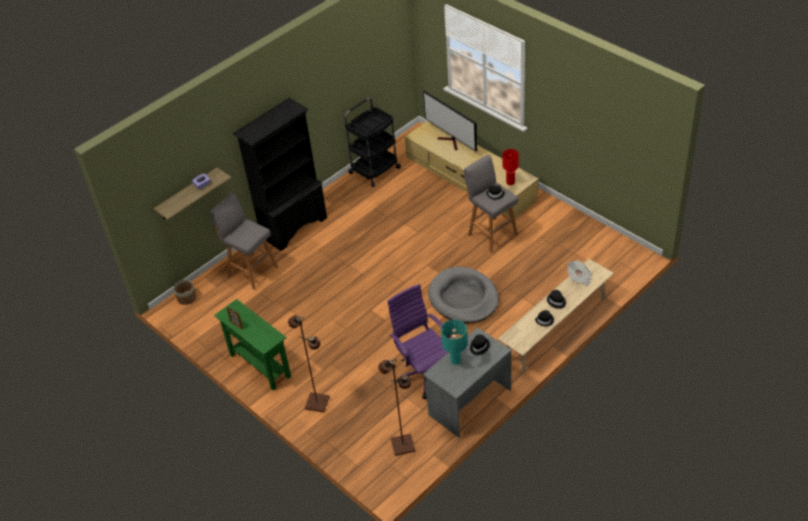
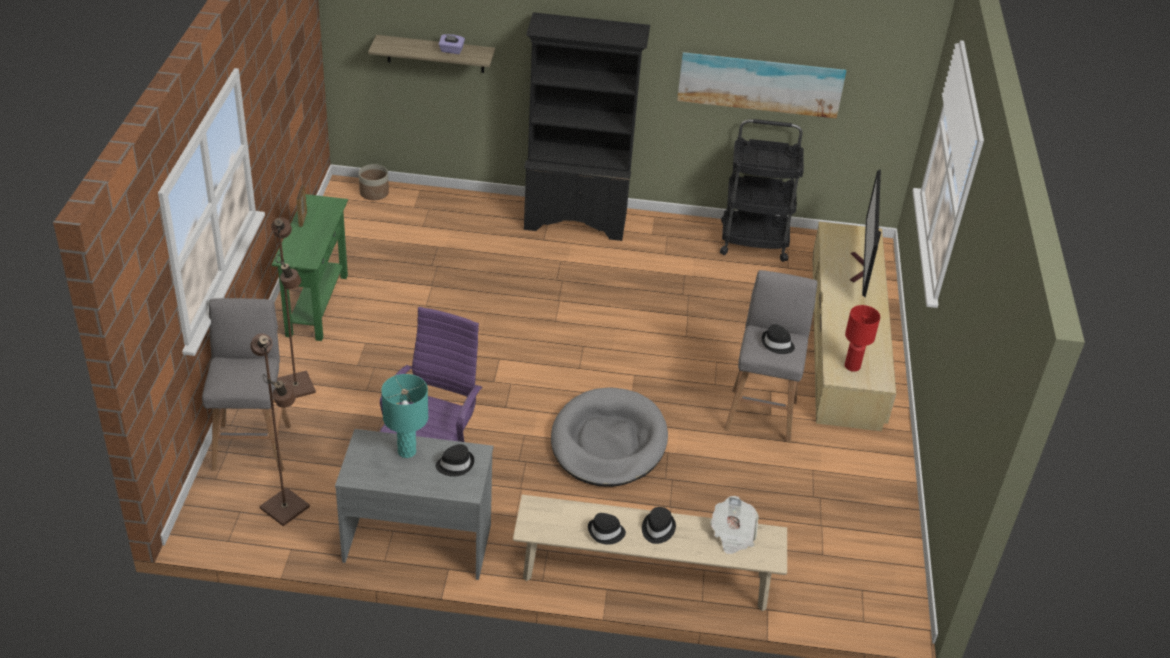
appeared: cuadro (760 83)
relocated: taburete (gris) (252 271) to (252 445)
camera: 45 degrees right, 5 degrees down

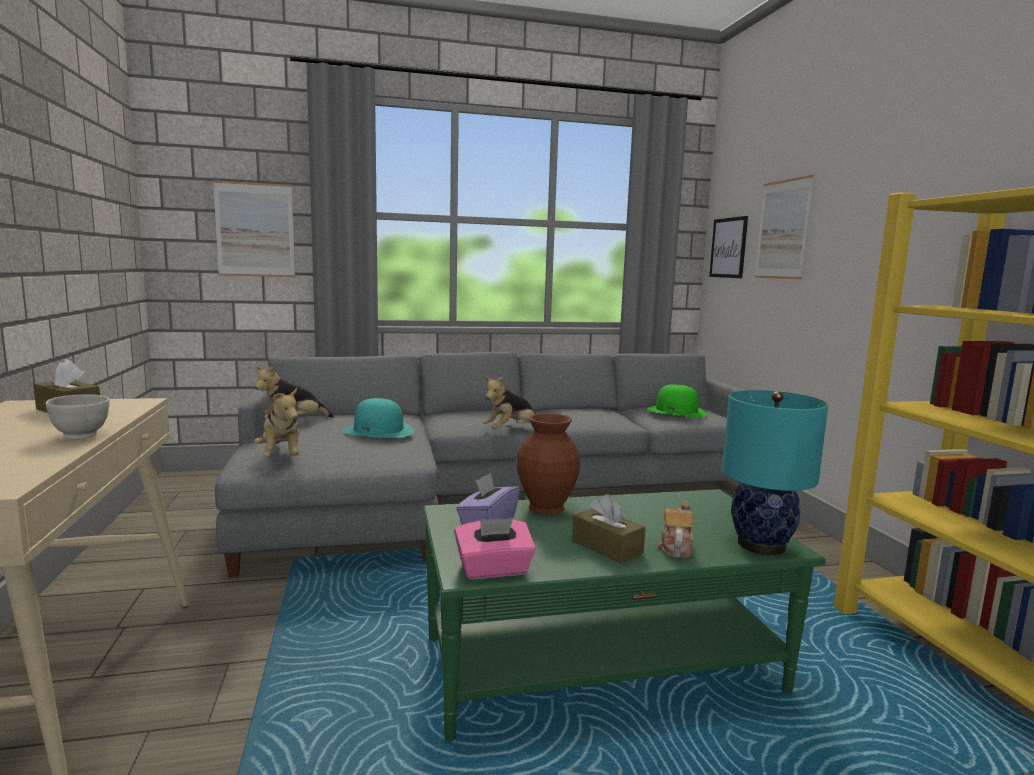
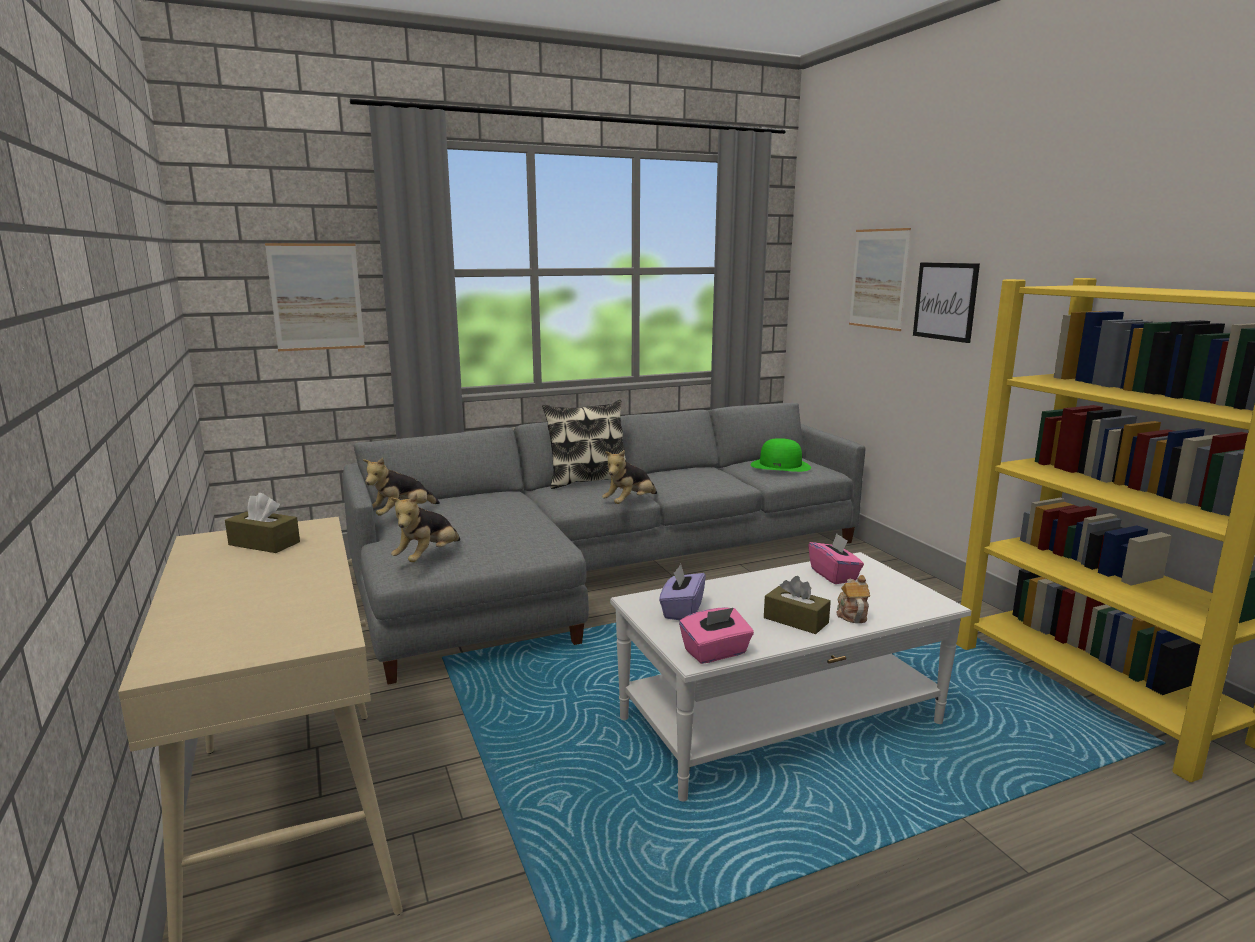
missing: cuenco (blanco) (82 436); sombrero (turquesa) (379 431); florero (marrón) (545 508); lámpara de mesa (turquesa) (760 545)
appeared: cojín (587 481); caja de pañuelos (rosa) (834 575)
relocated: cuadro (728 248) to (945 301)
colour: mesa de centro (verde) (602 665) to mesa de centro (blanco) (782 721)
spun: peluche (281 456) = (428 558) 60 degrees clockwise
camera: 10 degrees left, 5 degrees up

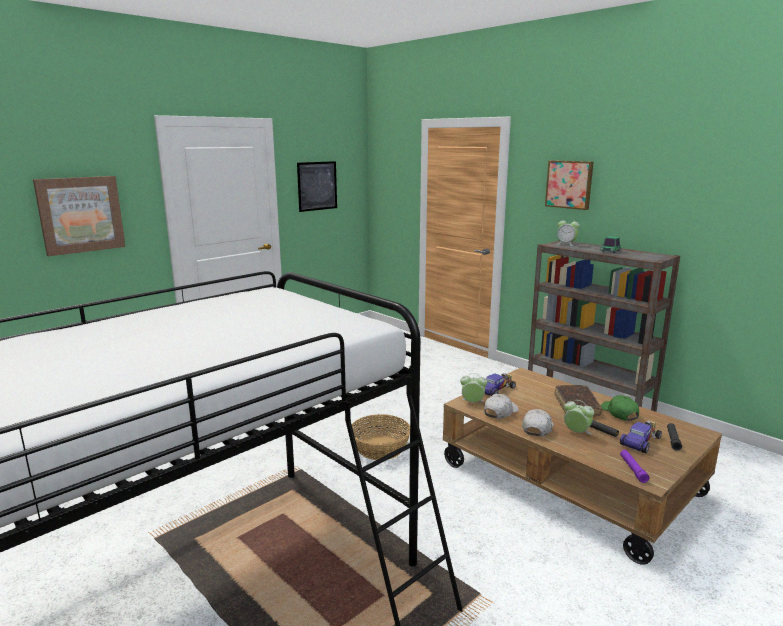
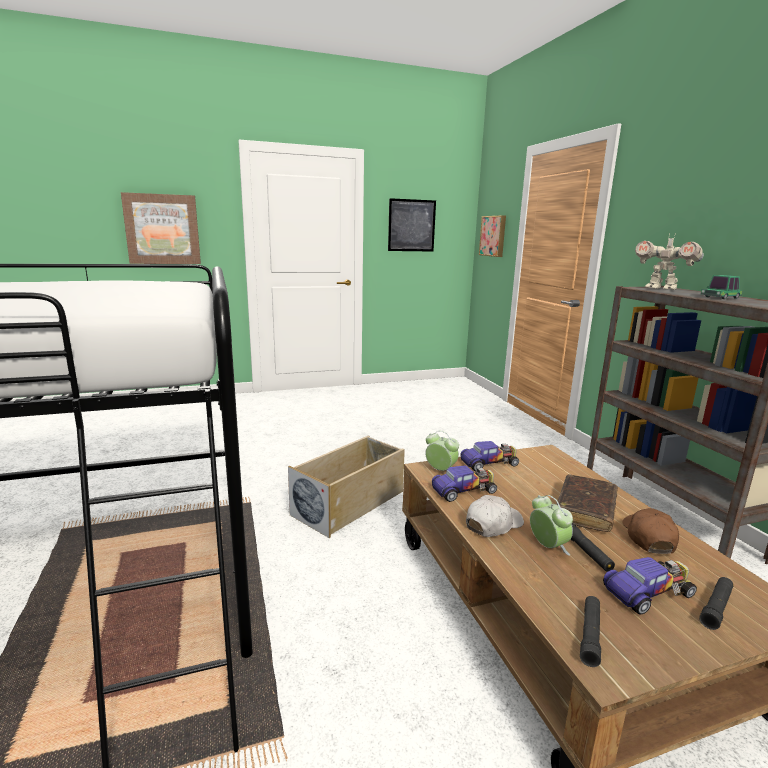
relocated: cuadro (569 184) to (493 236)
exchanged: cesta (380 448) to caja de almacenaje (beis) (350 503); gorra (blanco) (500 412) to coche de juguete (464 490); despertador (566 244) to robot de juguete (661 289)
colour: linterna (morado) (633 469) to linterna (negro) (590 635); gorra (verde) (619 413) to gorra (marrón) (648 537)
camera: 25 degrees right, 0 degrees up

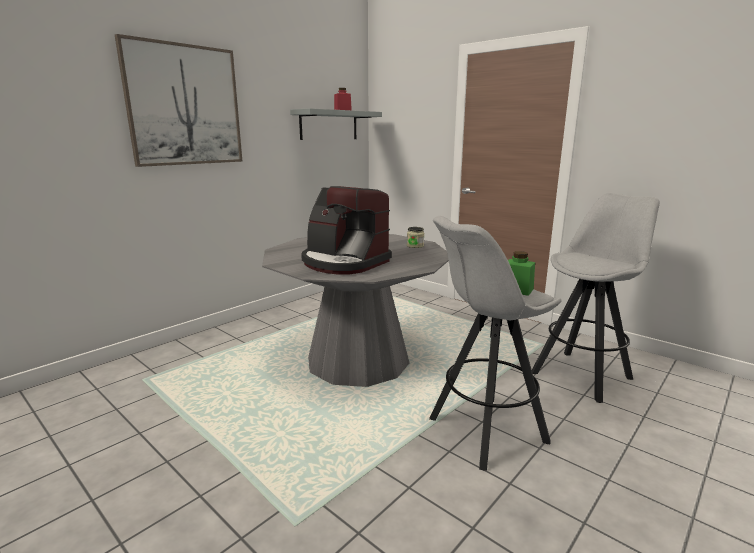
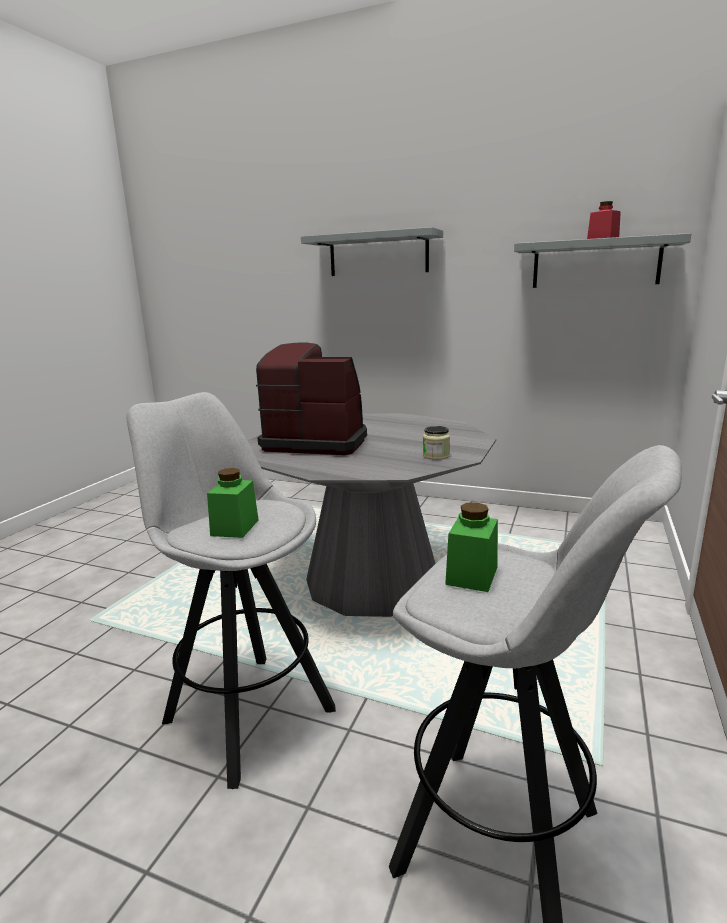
appeared: tarro (verde) (472 575)
exchanged: cuadro (185 105) to estante (gris) (378 254)
spun: cafetera (344 262) = (316 442) 90 degrees clockwise
camera: 70 degrees right, 0 degrees up

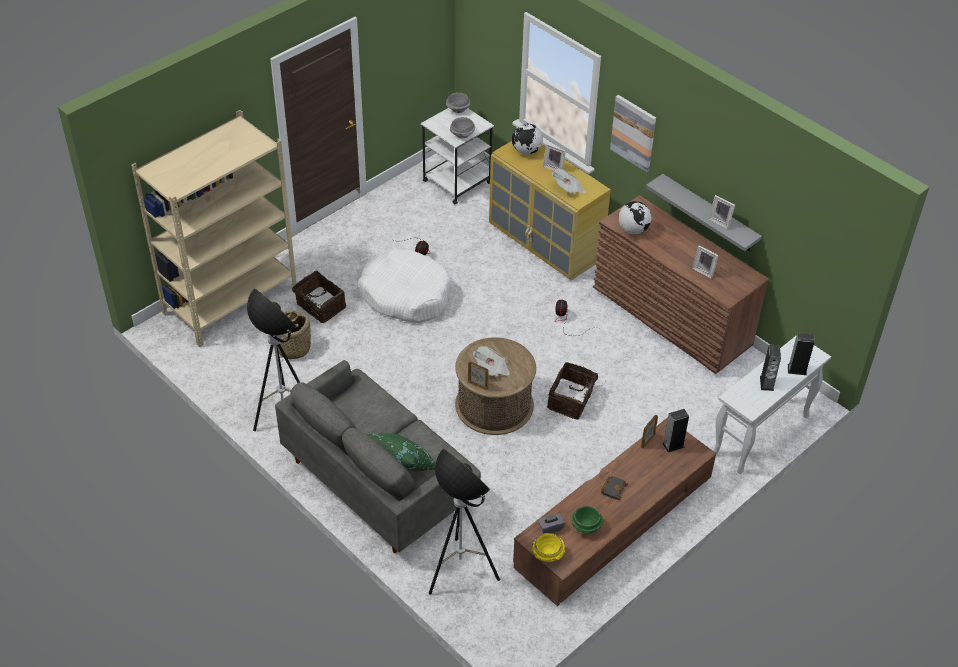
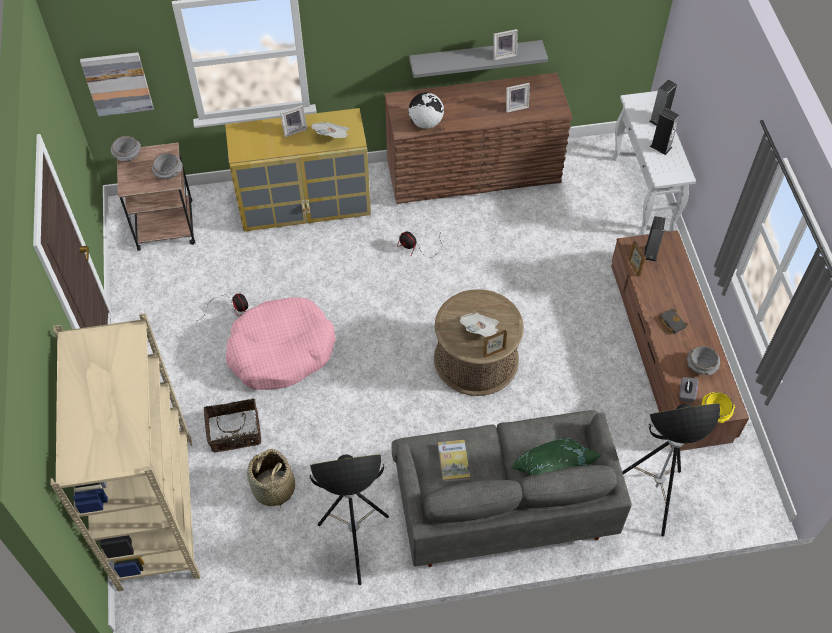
missing: globo terráqueo (526 151); cesta (571 400)
appeared: libro (453 462)
relocated: cuadro (633 132) to (117 83)
colour: carrito (blanco) (457 183) to carrito (marrón) (166 225); cama para perro (blanco) (405 295) to cama para perro (rosa) (281 351); cuenco (verde) (586 526) to cuenco (gris) (701 367)
camera: 55 degrees left, 10 degrees up

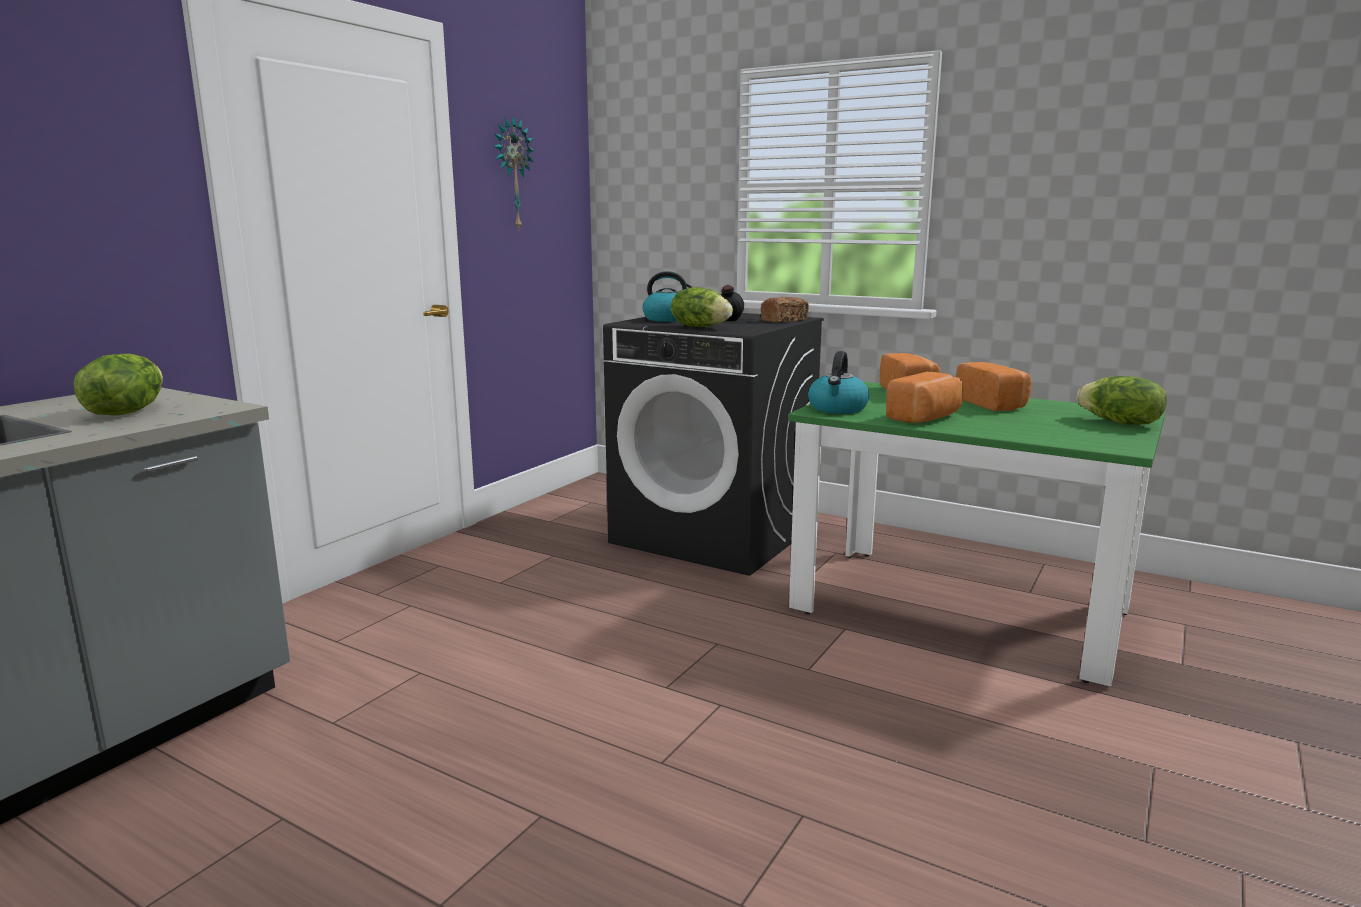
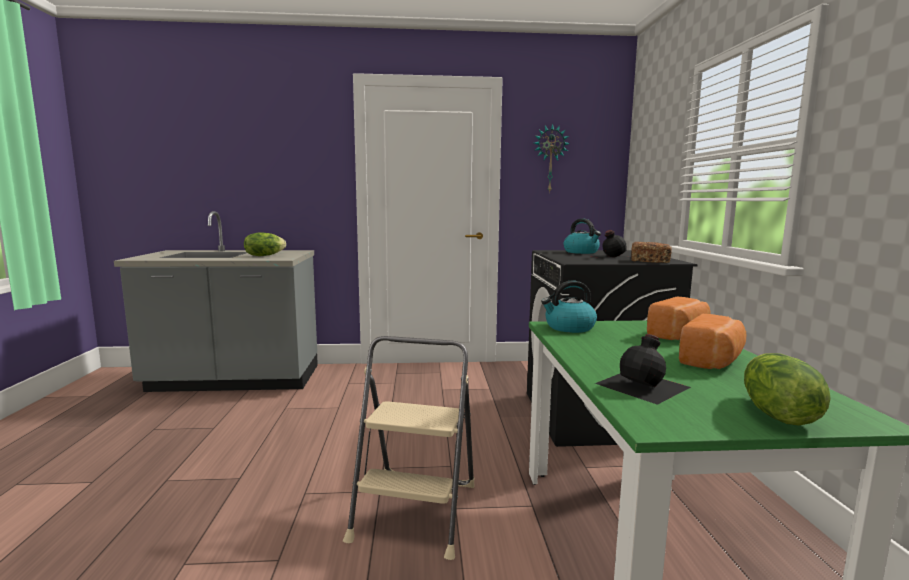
missing: lechuga (700 327); pan (926 418)
appeared: escalera de tijera (beis) (417 508); botella (negro) (644 385)
camera: 55 degrees right, 5 degrees down

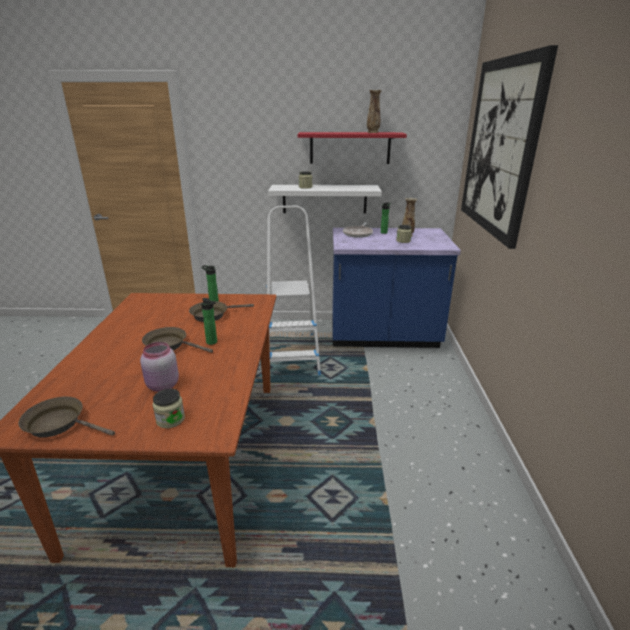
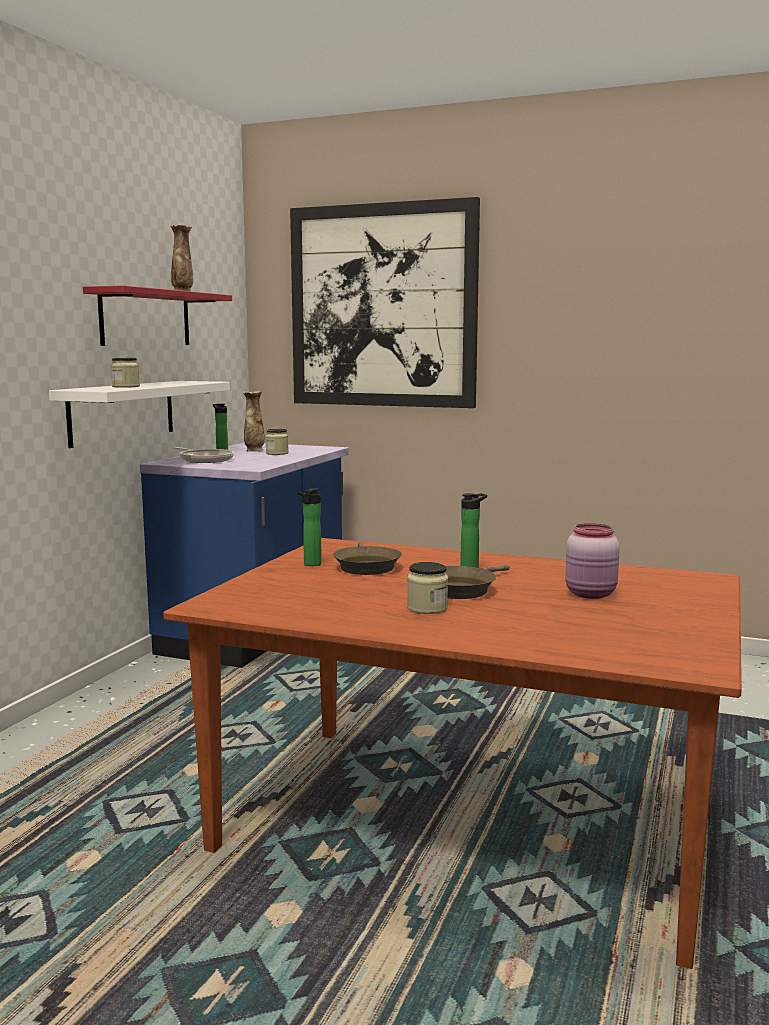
missing: sartén (marrón) (59 424); escalera de tijera (blanco) (292 354)
relocated: tarro (170 419) to (427 608)
camera: 70 degrees left, 15 degrees down

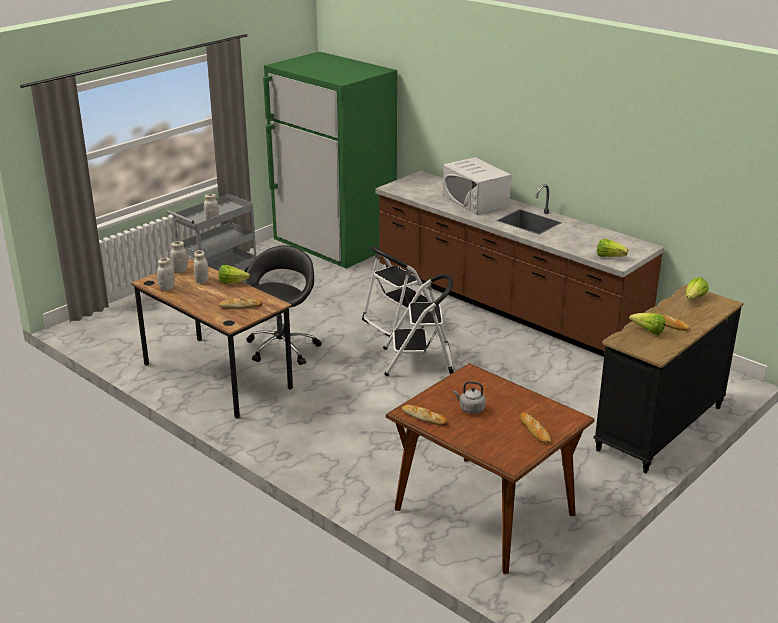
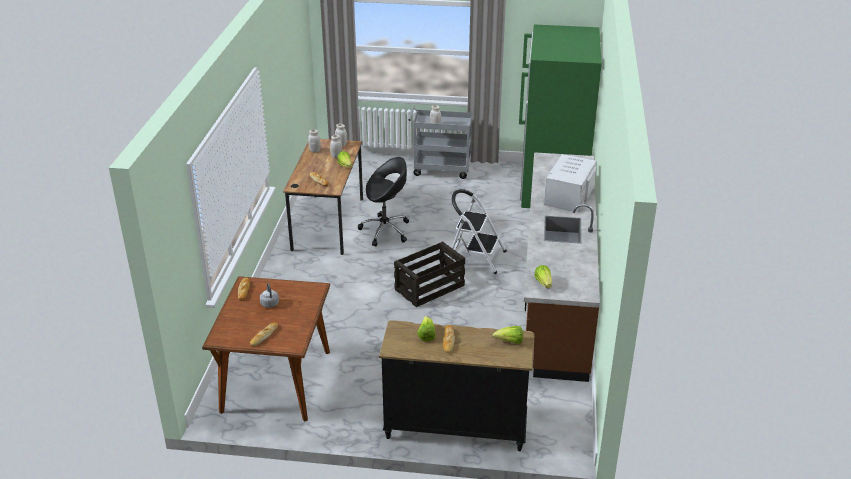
exchanged: escalera de tijera (420 362) to caja de embalaje (429 288)
camera: 55 degrees right, 5 degrees up

